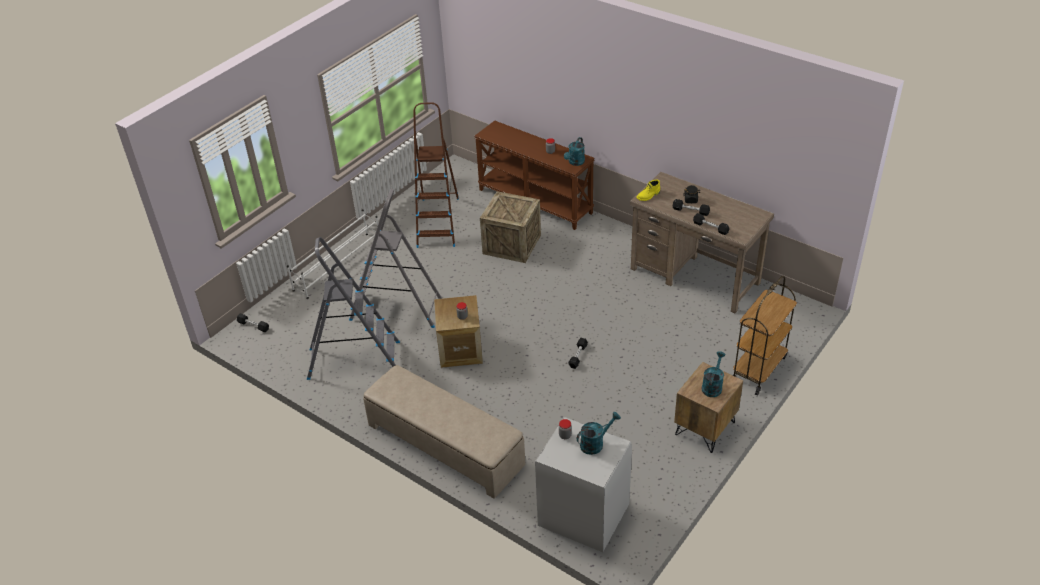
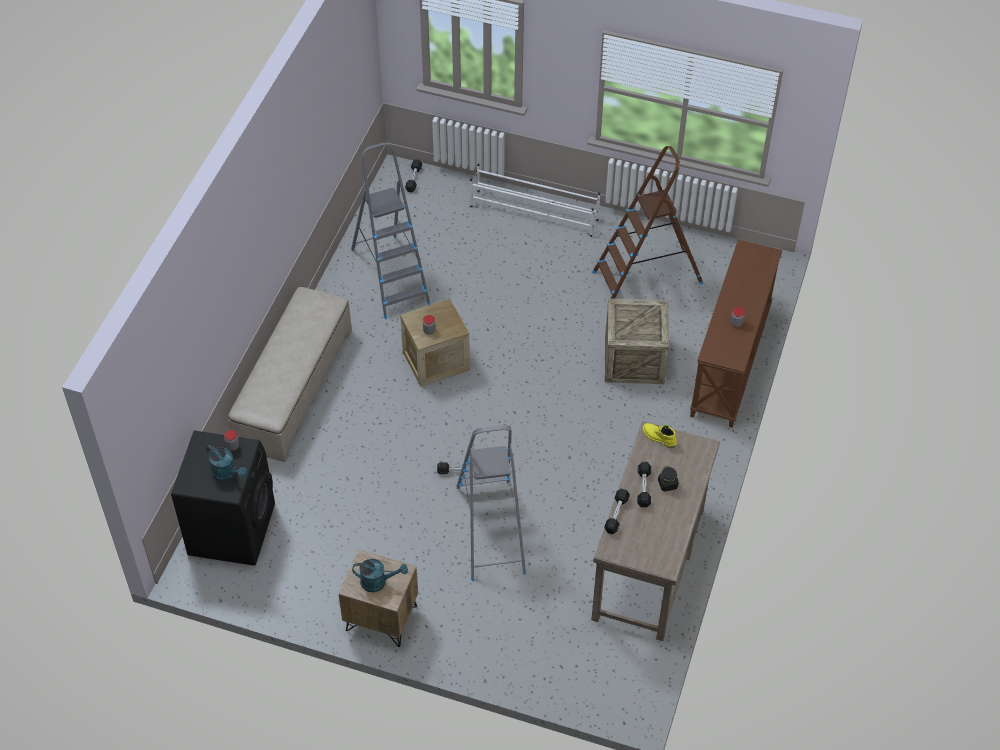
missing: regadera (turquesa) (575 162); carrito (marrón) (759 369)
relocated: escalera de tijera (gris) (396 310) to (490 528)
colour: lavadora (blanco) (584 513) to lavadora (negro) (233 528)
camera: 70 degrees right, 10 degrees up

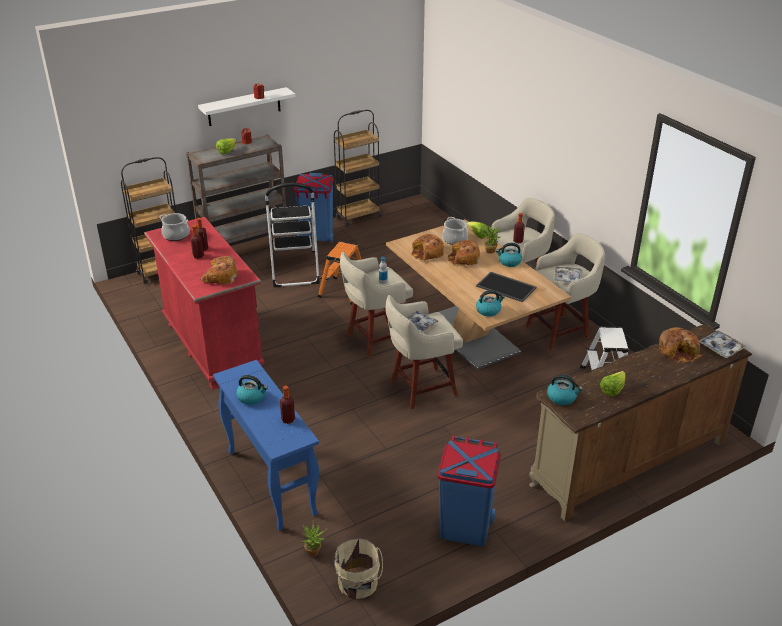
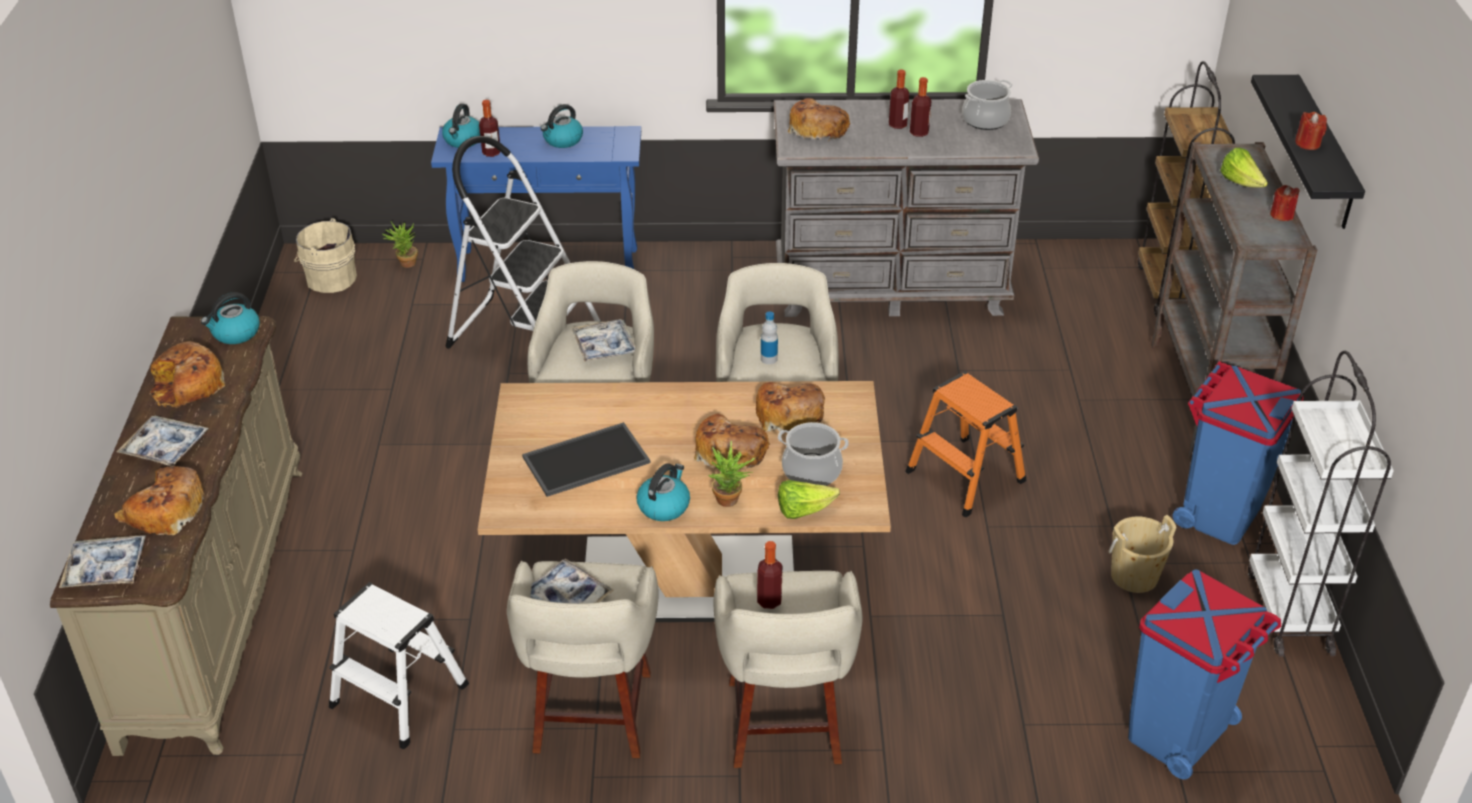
appeared: bandeja (165 447); cubo (beis) (1134 576)
relocated: hervidor (488 310) to (463 140); escalera de tijera (294 270) to (521 334); papelera (azul) (465 527) to (1179 734)
exchanged: lechuga (612 390) to pan (187 386)
colour: cómoda (rojo) (212 347) to cómoda (gris) (891 290); carrito (marrón) (358 217) to carrito (blanco) (1289 612); estante (blanco) (244 107) to estante (negro) (1324 154)
camera: 120 degrees right, 5 degrees up

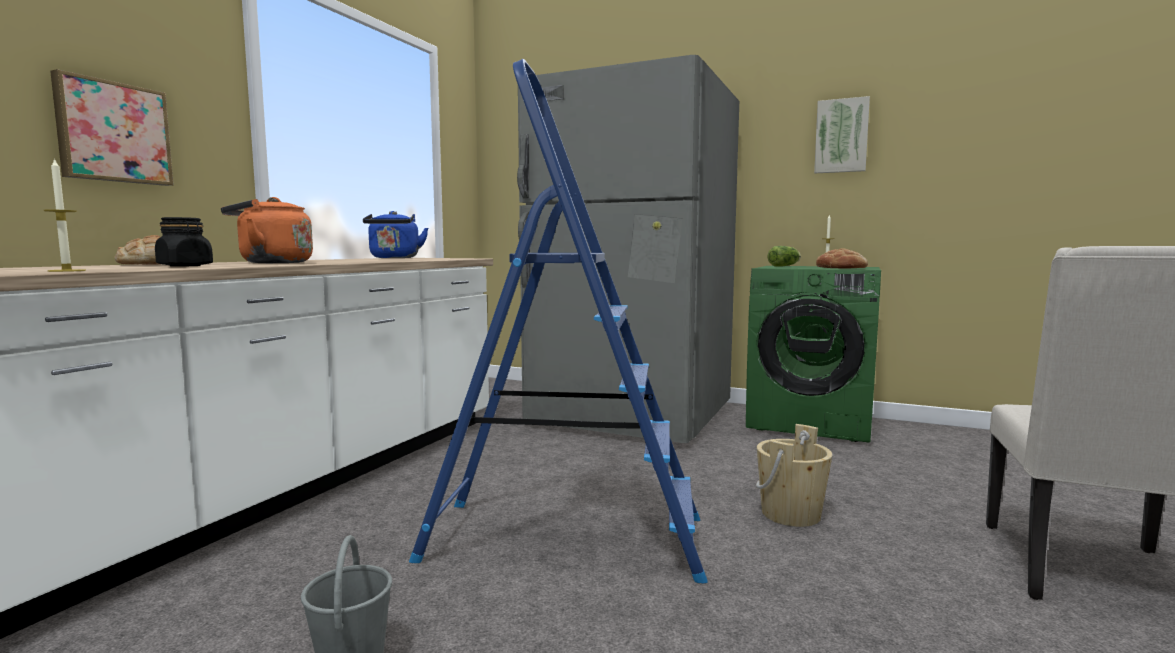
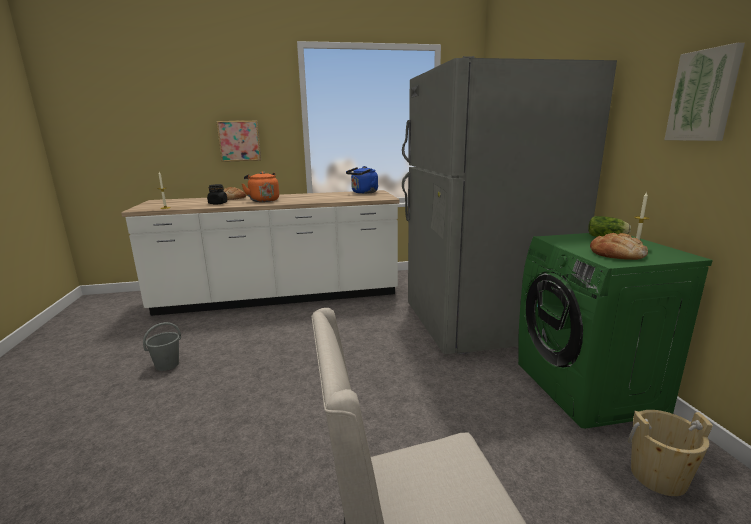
missing: escalera de tijera (azul) (566 539)
relocated: cubo (beis) (790 514) to (658 476)
camera: 55 degrees right, 10 degrees up

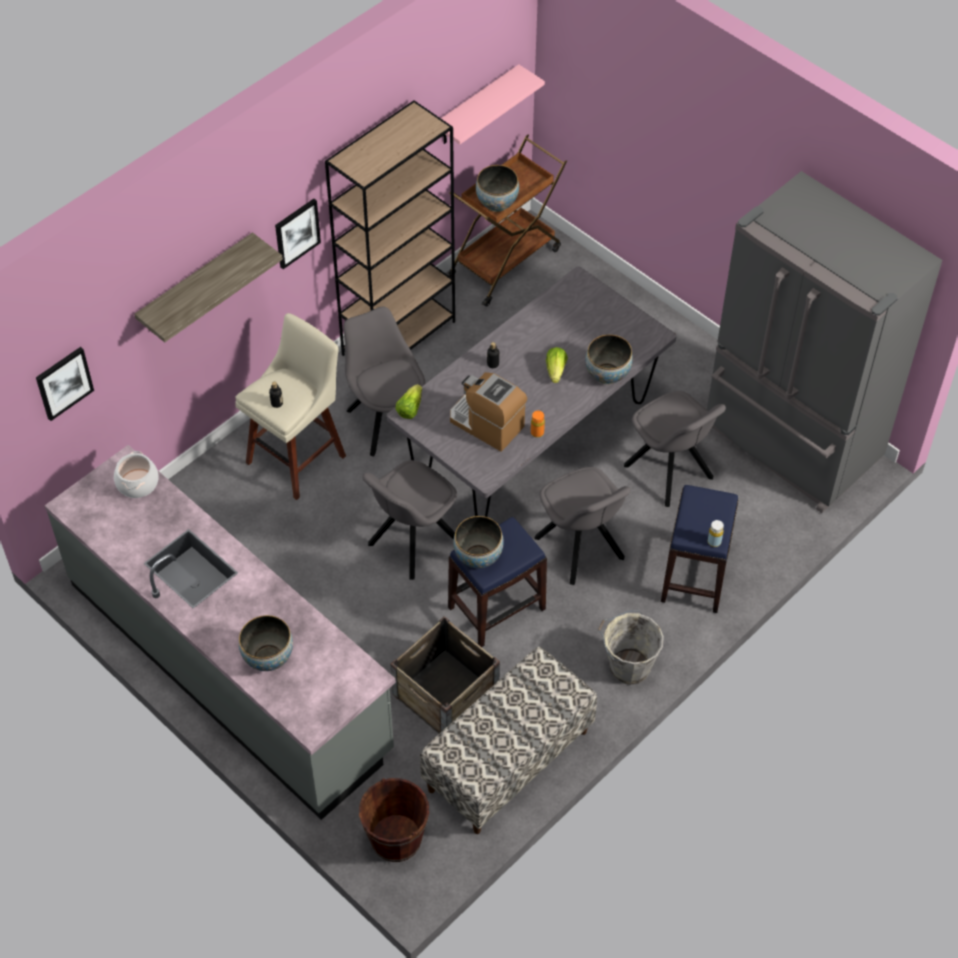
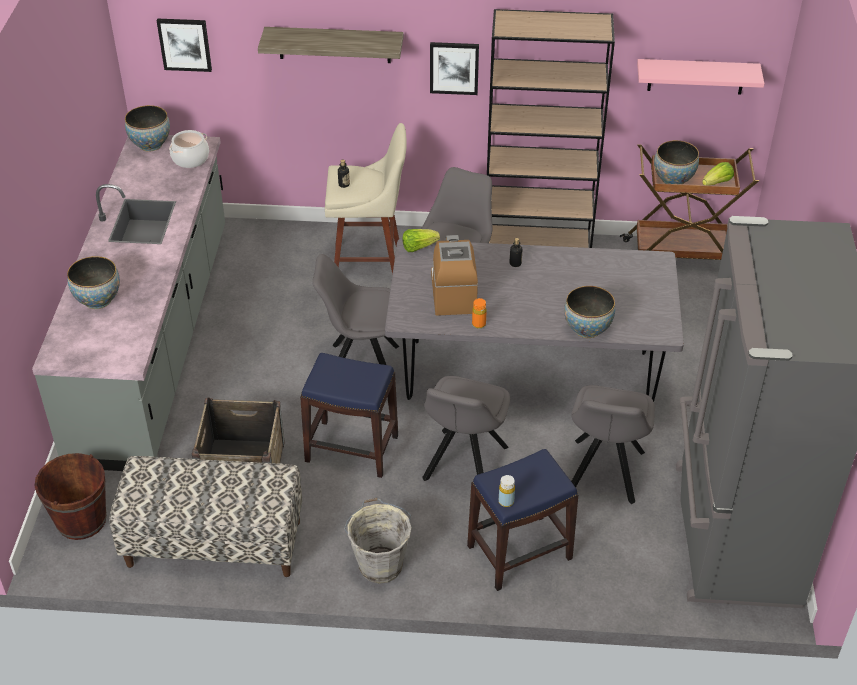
relocated: cuenco (478 557) to (150 144); lechuga (556 370) to (717 183)
camera: 50 degrees right, 10 degrees down

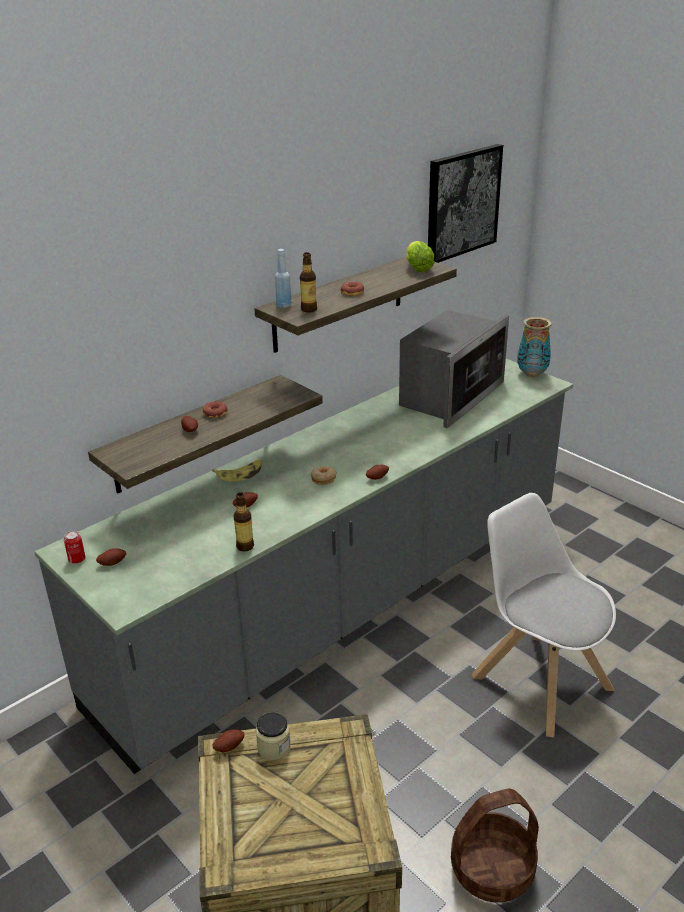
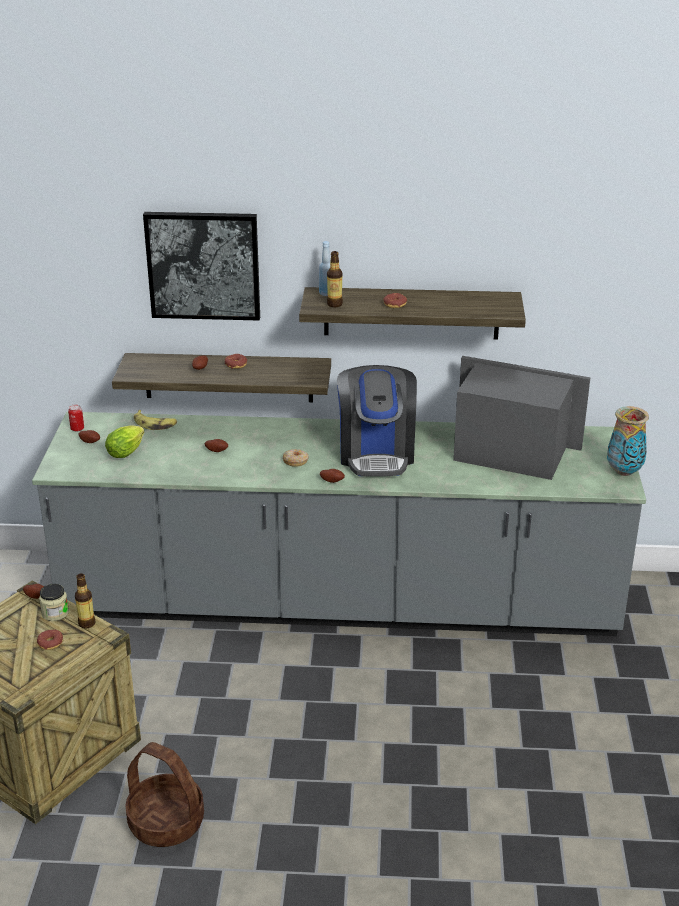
missing: silla (539 680)
appeared: rosquilla (50 643); cafetera (376 453)
relocated: botella (245 546) to (87 623); lechuga (417 268) to (127 451); plátano (240 474) to (155 424); cuadro (462 203) to (203 265)
spun: microondas (450 396) = (510 452) 150 degrees counterclockwise
camera: 45 degrees right, 0 degrees up

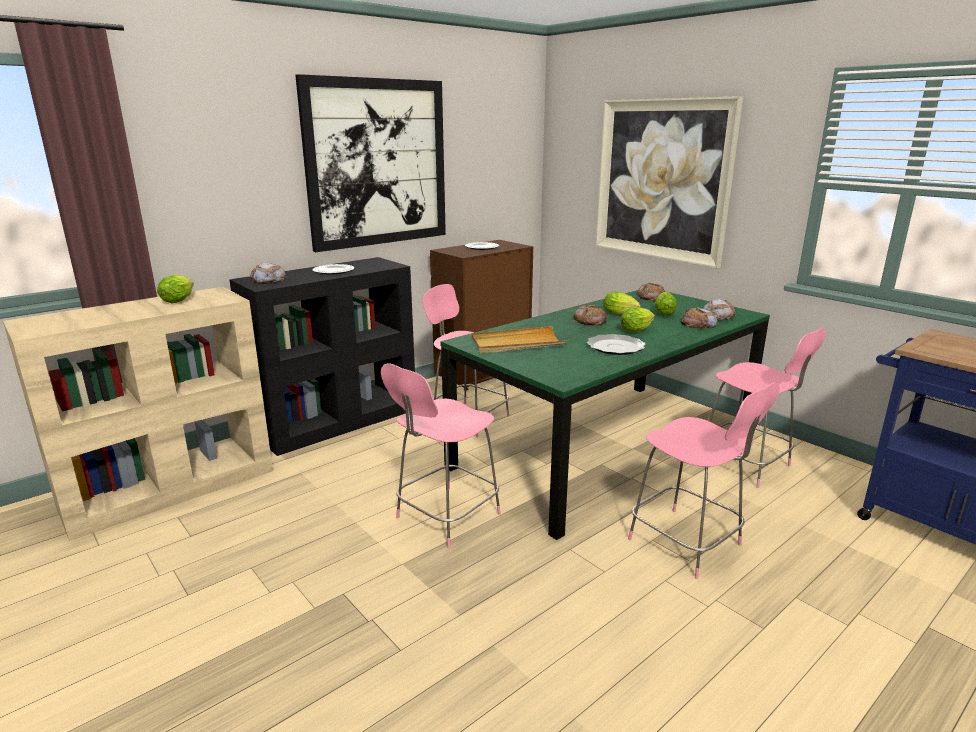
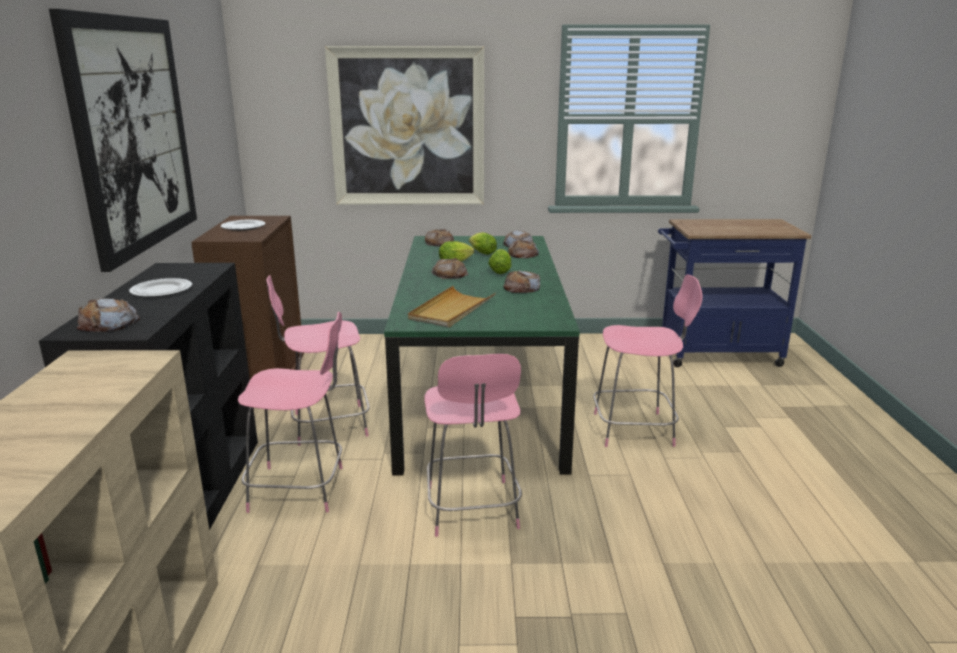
missing: lechuga (180 300)
relocated: silla (rosa) (747 465) to (301 489)
exchanged: plato (615 347) to pan (521 288)
camera: 50 degrees left, 0 degrees up

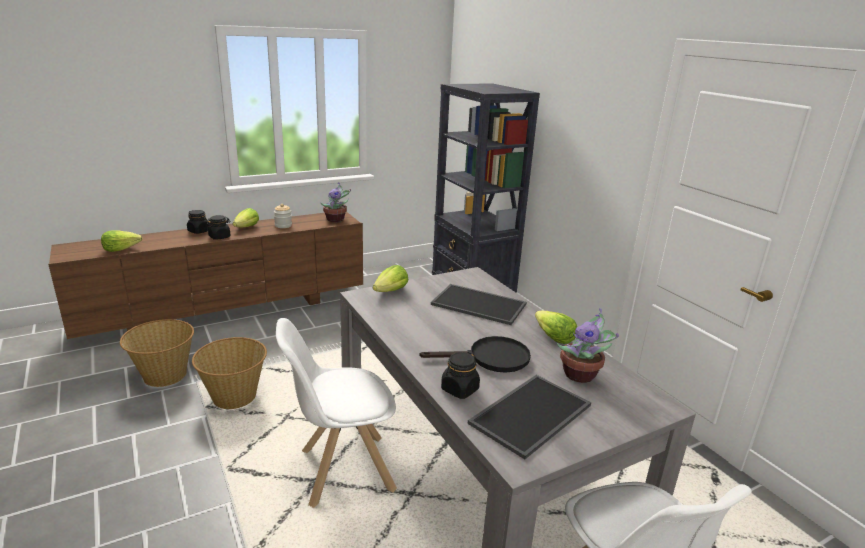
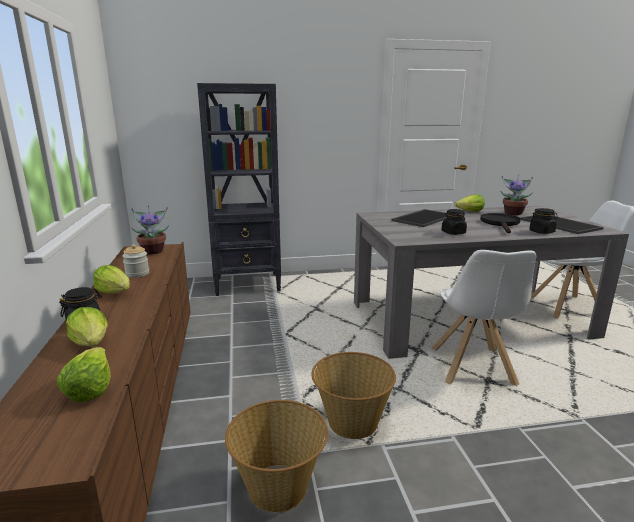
relocated: lechuga (391 291) to (91 343); tarro (negro) (219 237) to (453 233)
camera: 70 degrees left, 5 degrees down

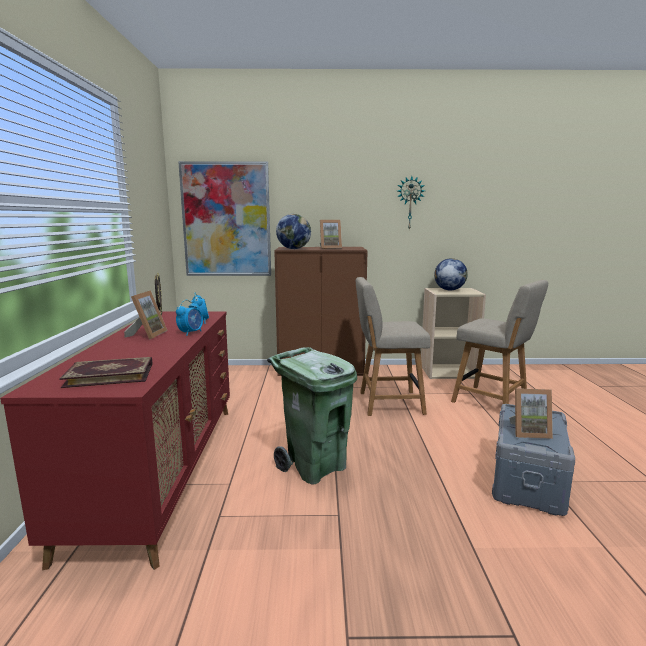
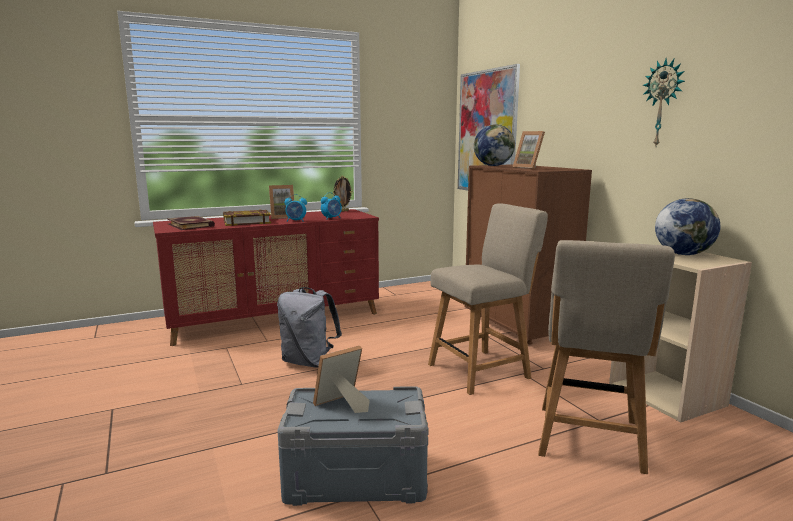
appeared: libro (247 222)
exchanged: papelera (verde) (315 467) to mochila (gris) (309 362)
spun: portarretratos (529 432) = (341 405) 75 degrees clockwise; silla (beis) (387 403) = (482 370) 90 degrees clockwise
camera: 65 degrees right, 0 degrees up

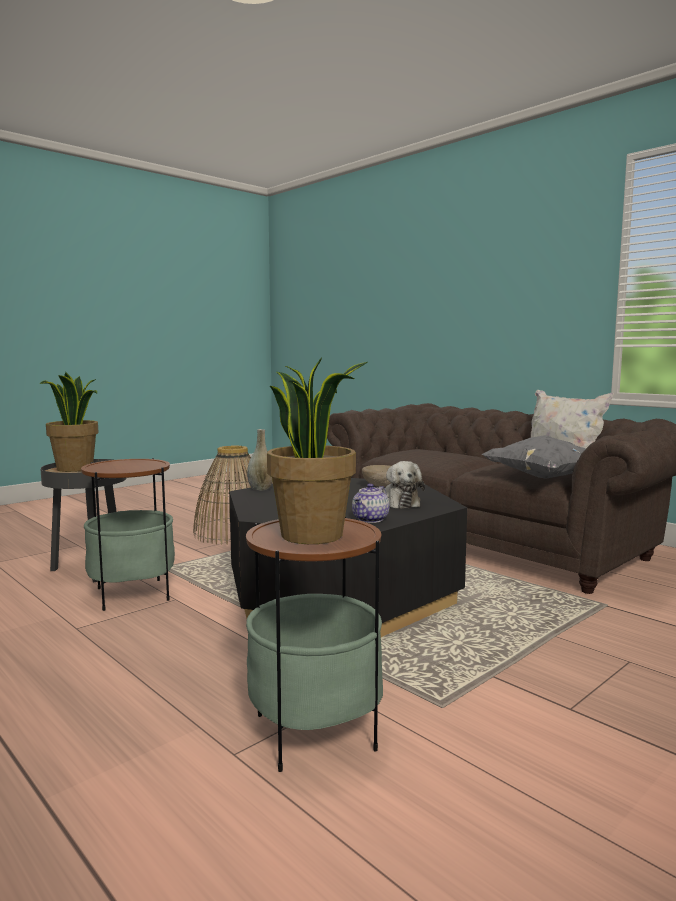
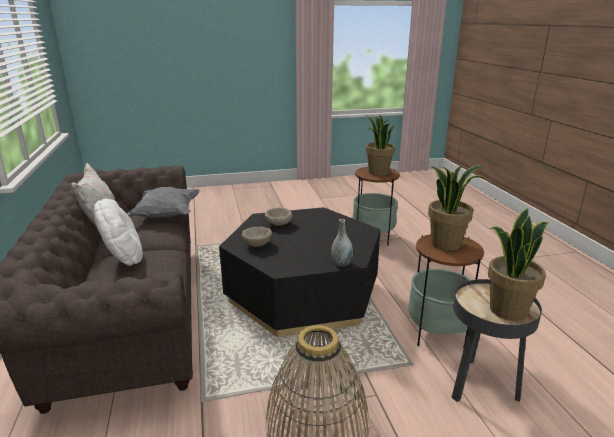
missing: tetera (370 519)
appeared: cojín (blanco) (124 260); planta en maceta (446 244)
exchanged: peluche (399 502) to cuenco (beis) (278 224)
camera: 150 degrees left, 15 degrees up

